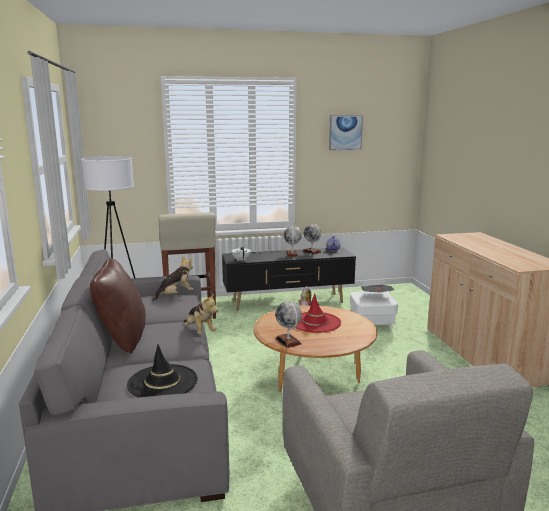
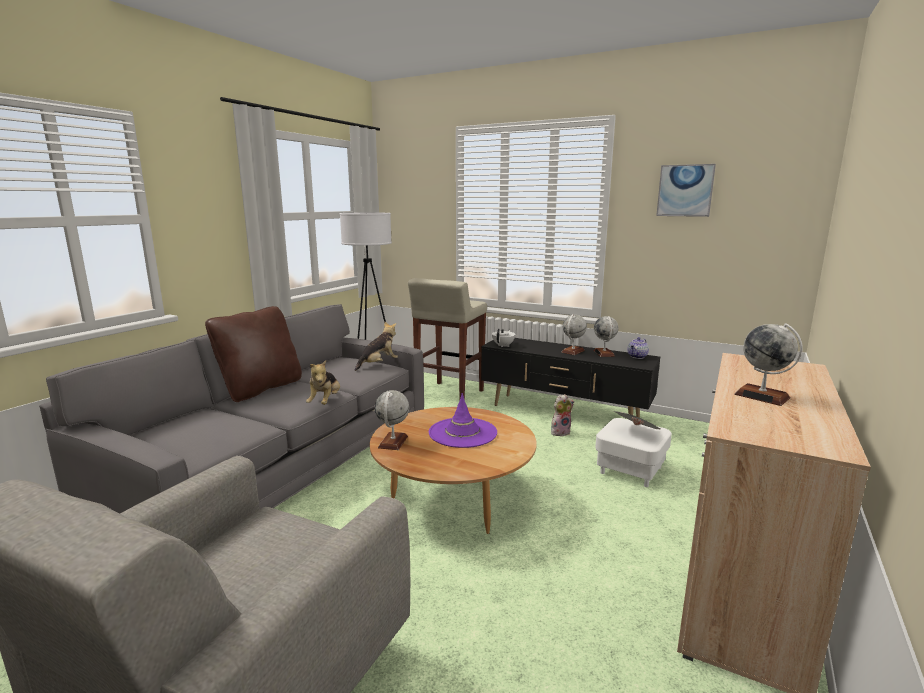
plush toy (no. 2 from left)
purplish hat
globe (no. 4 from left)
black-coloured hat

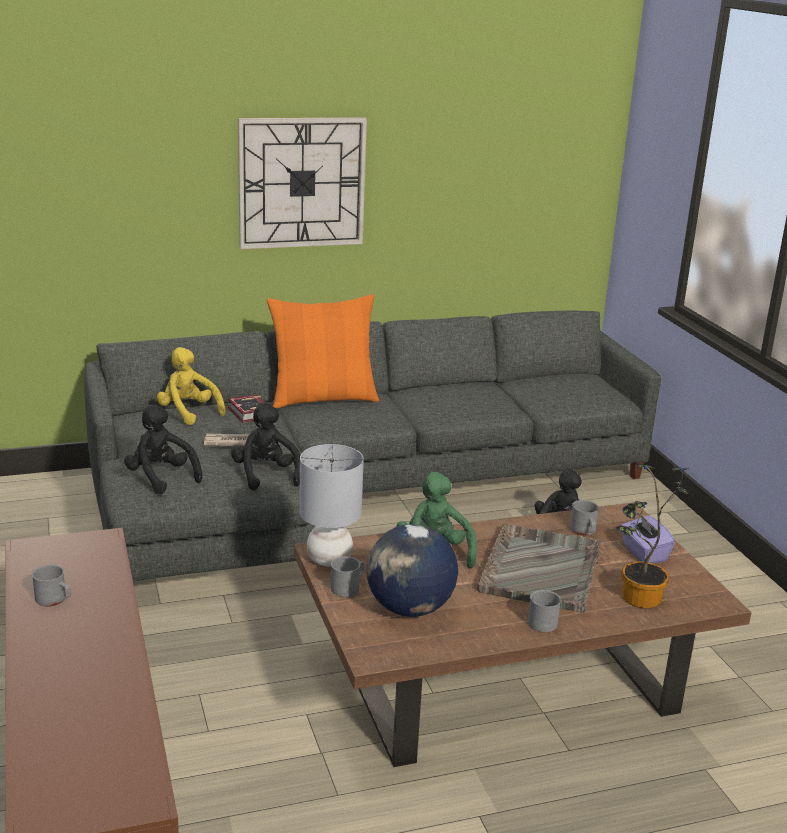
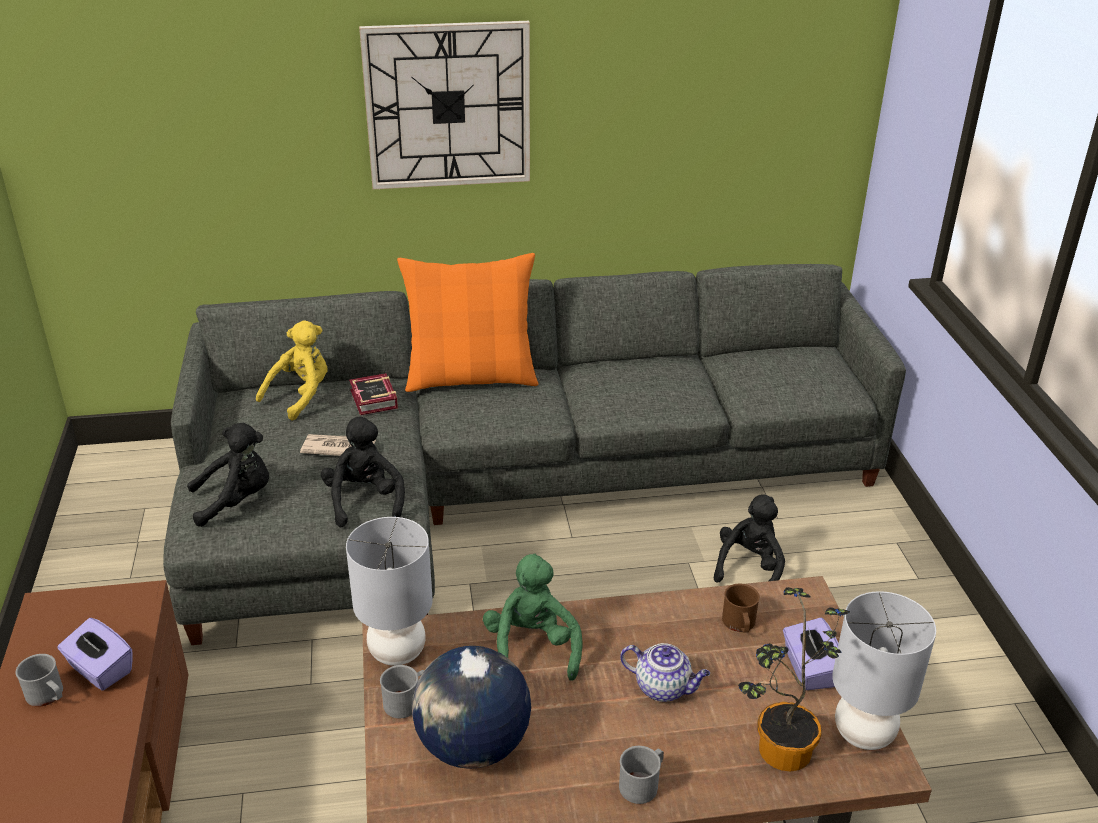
purplish tissue box (no. 1 from left)
black-coloured plush toy (no. 1 from left)
yellowish plush toy
tea pot
brown-coloured tea mug
grey tabletop lamp (no. 2 from left)

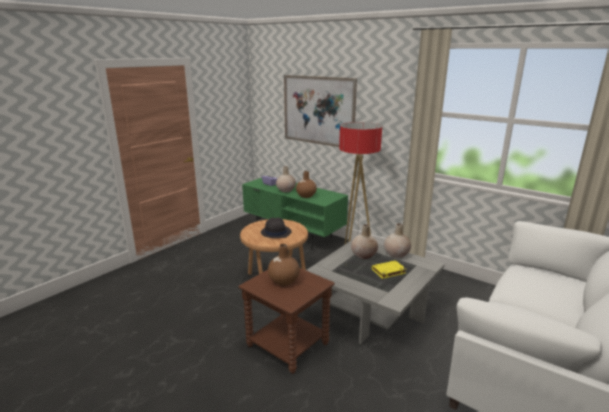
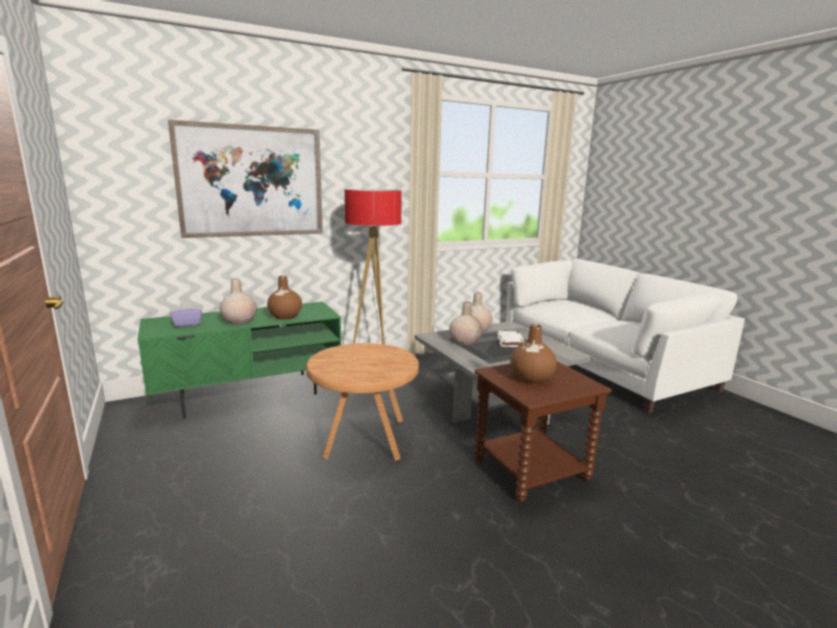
white-coloured volume
black-coloured hat

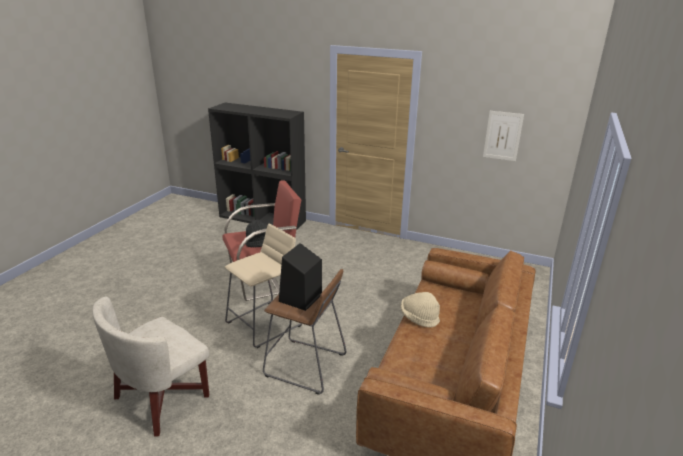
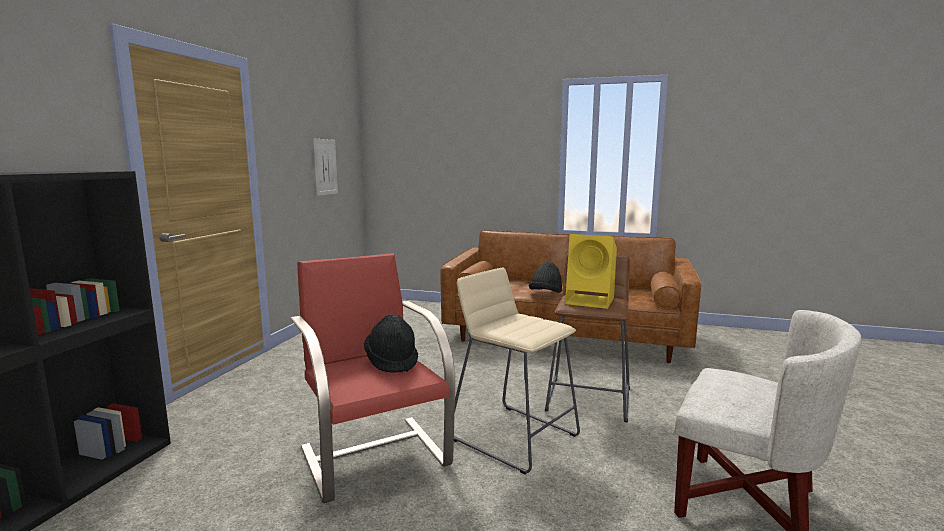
black-coloured hat (no. 2 from left)
yellowish speaker

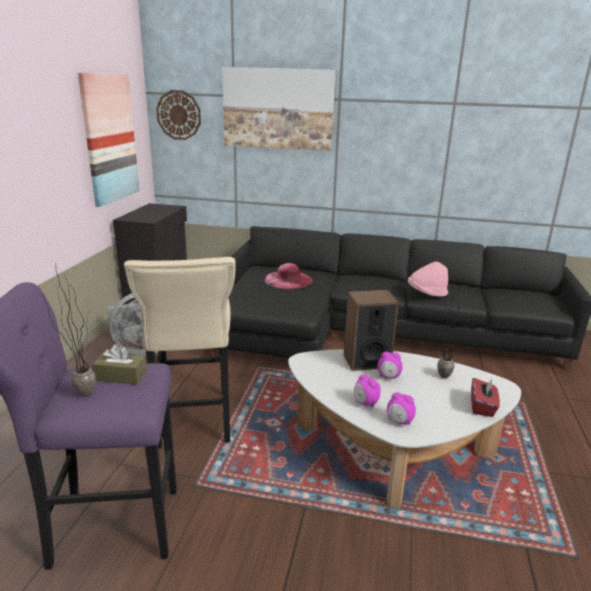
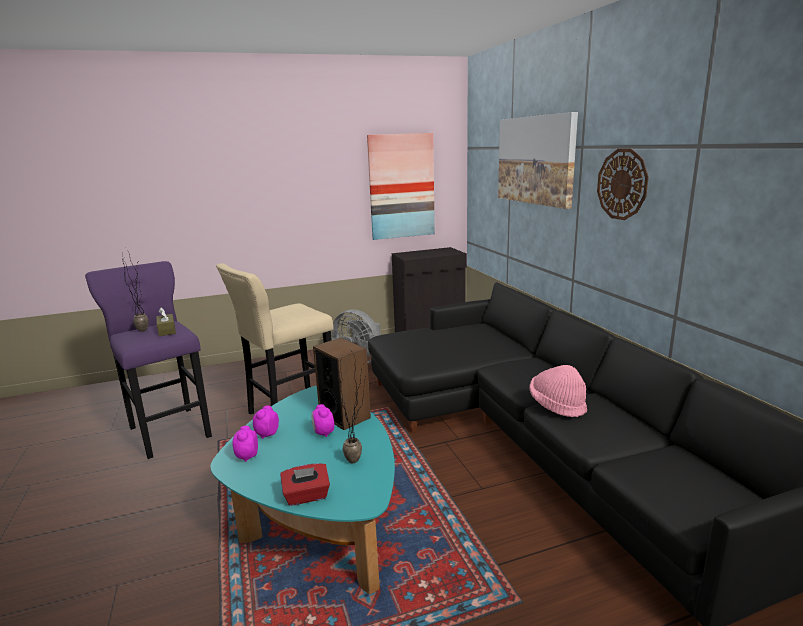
blue-green low table
clock on the wall
pinkish hat (no. 1 from left in the first image)

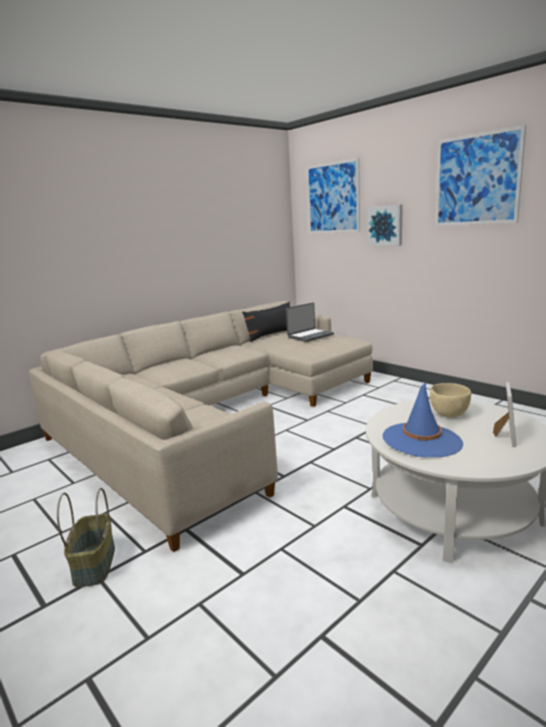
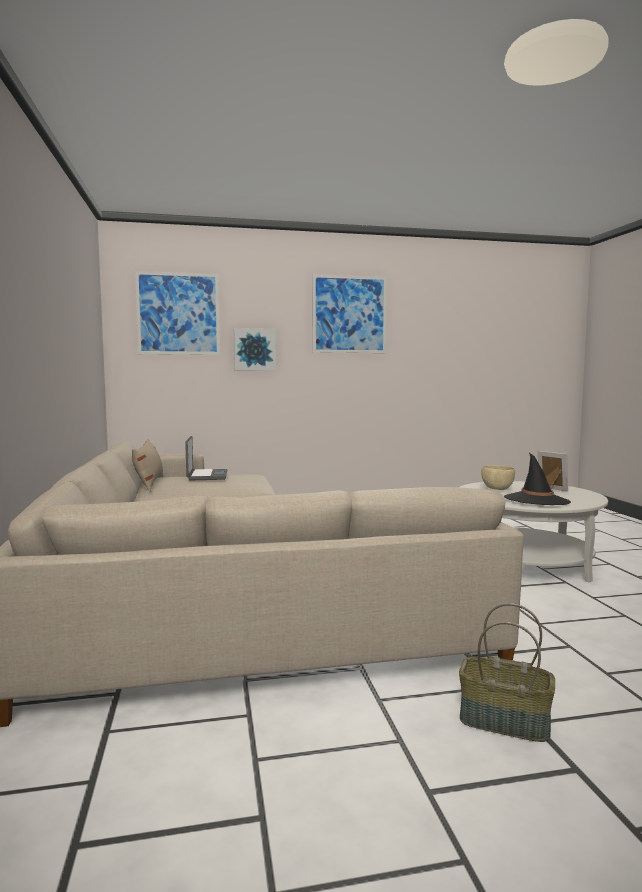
beige cushion
black-coloured hat

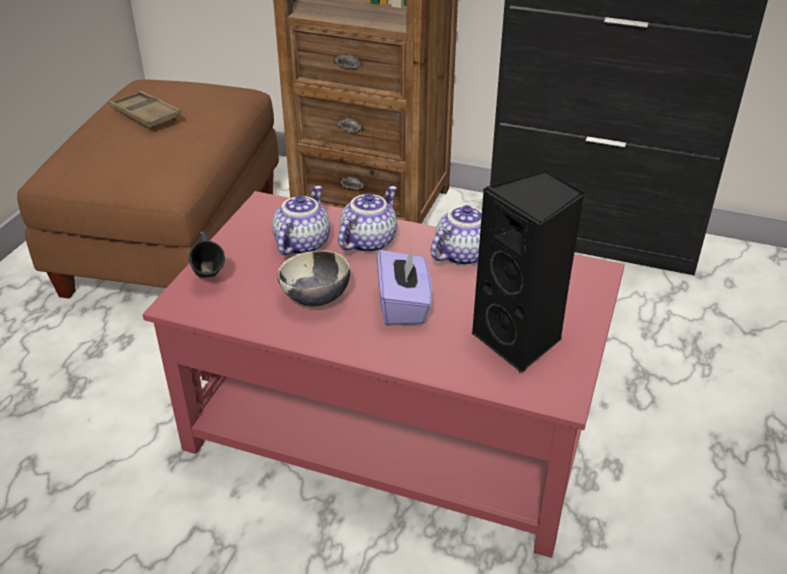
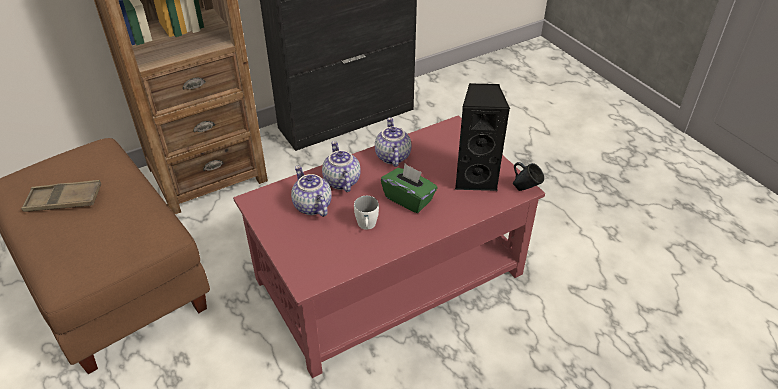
white-coloured tea mug
green-coloured tissue box
blue-coloured tea mug

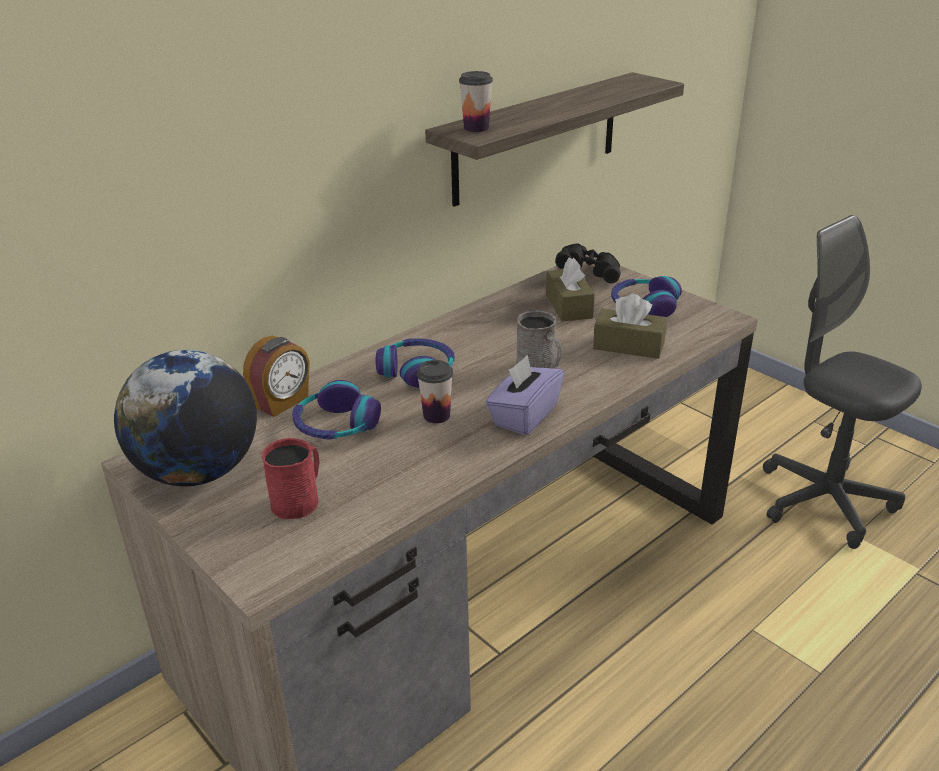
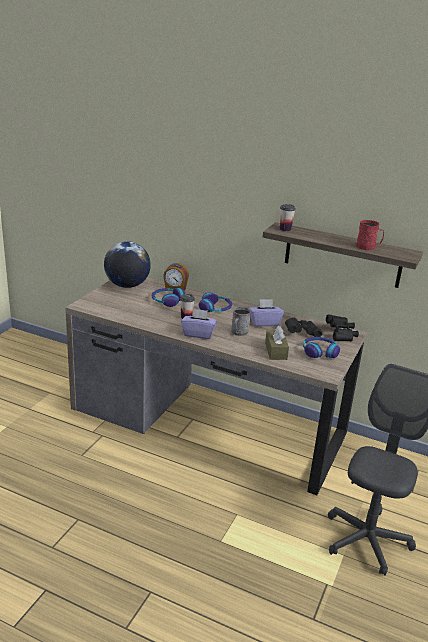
purplish tissue box (no. 2 from left)
black-coloured pair of binoculars (no. 1 from left)
red tea mug

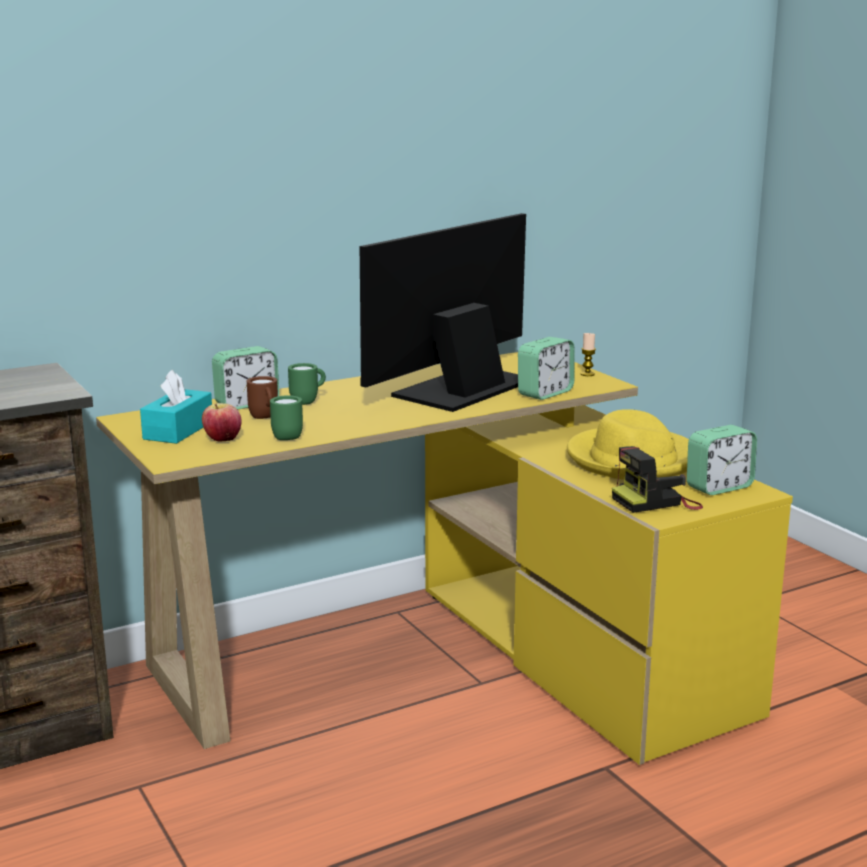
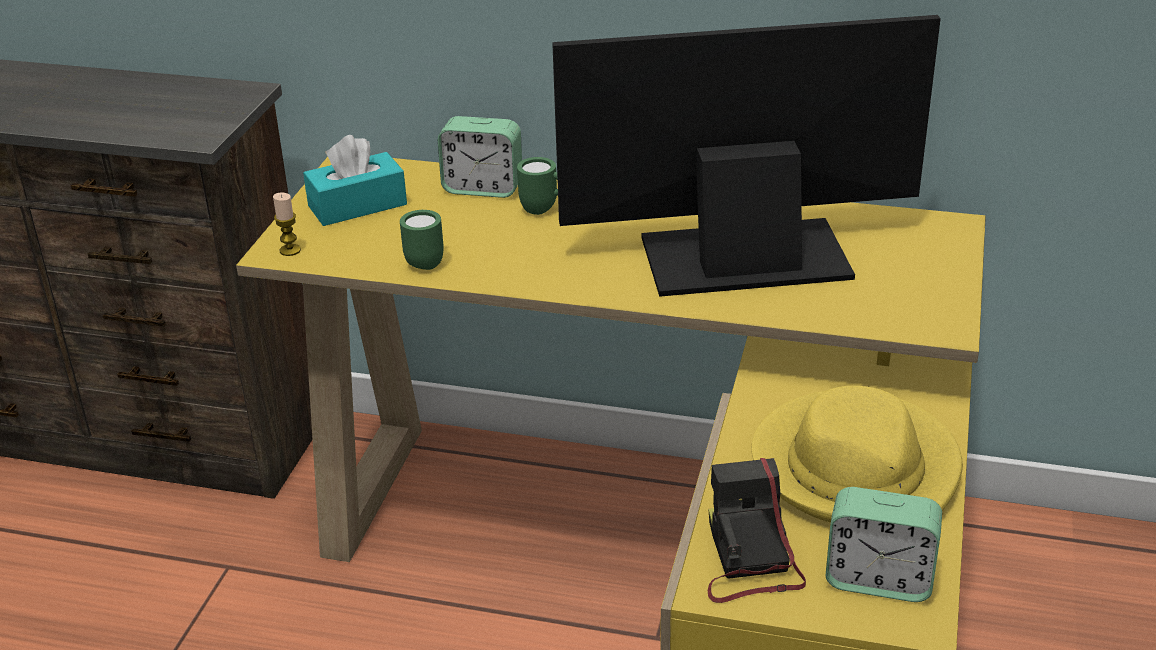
candle
photo camera
whole apple
brown-coloured tea mug
table clock (no. 2 from left in the first image)

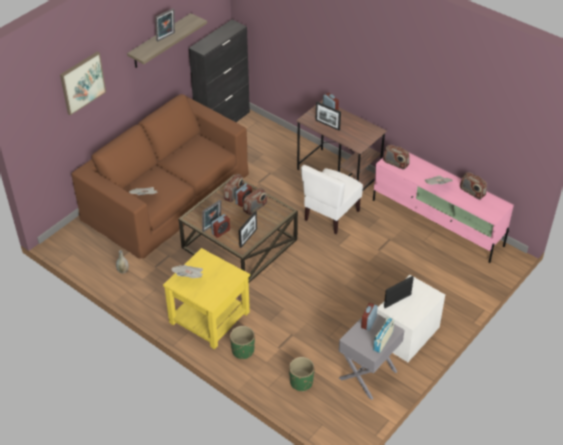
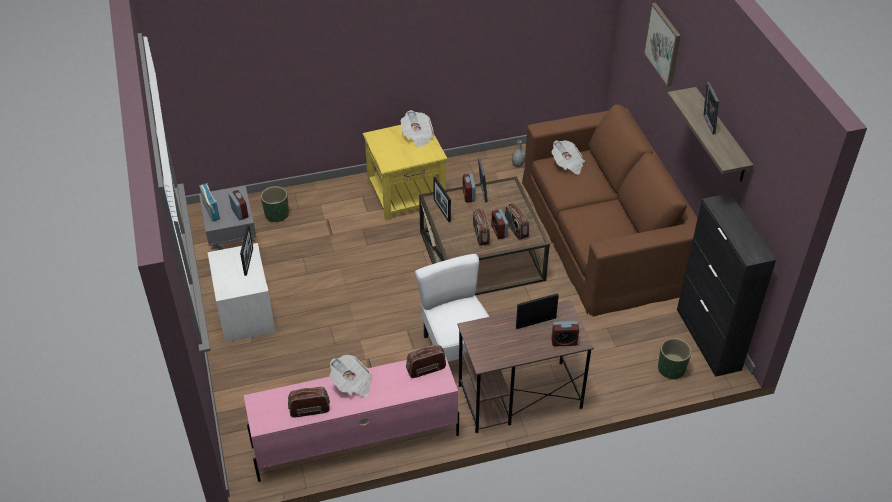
green-coloured planter (no. 2 from left)

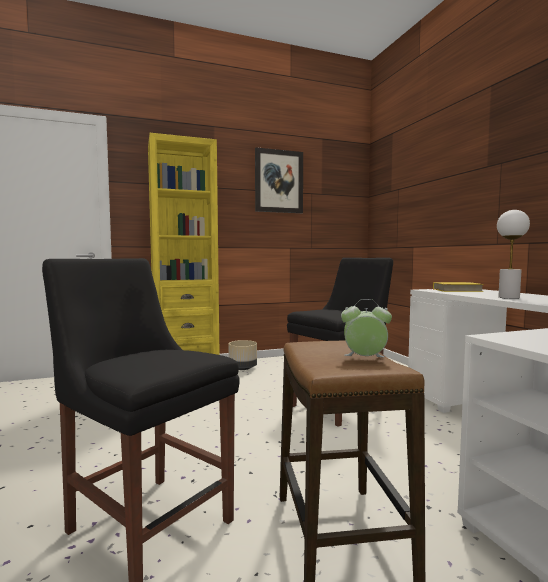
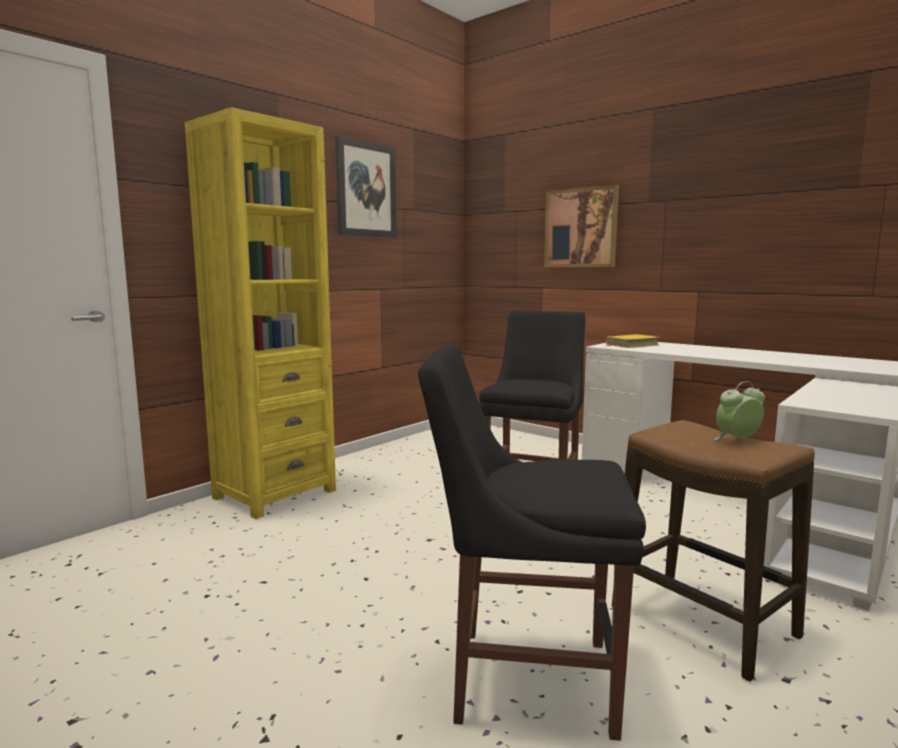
wall art (no. 2 from left)
beige planter
white-coloured tabletop lamp

